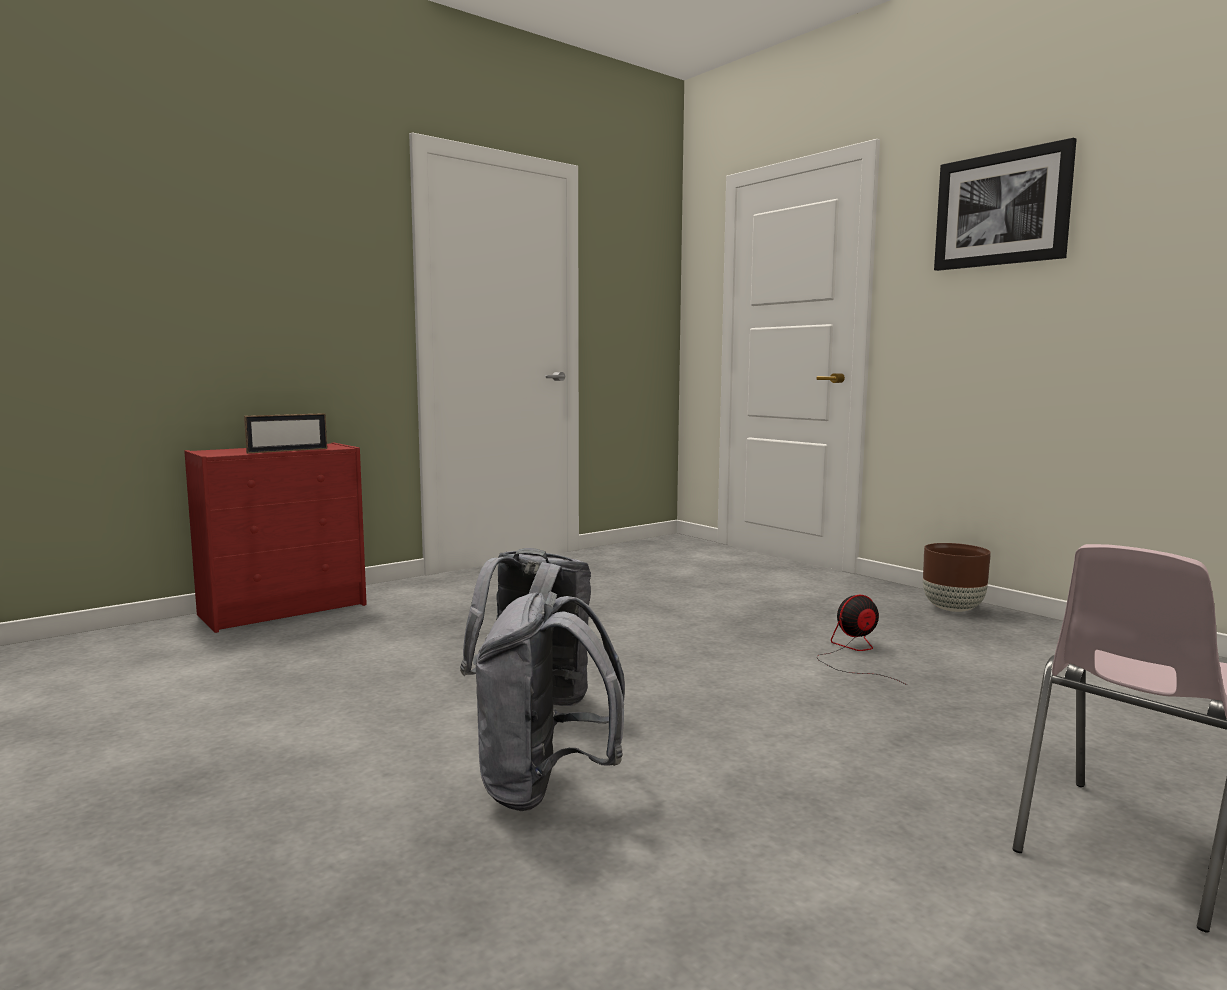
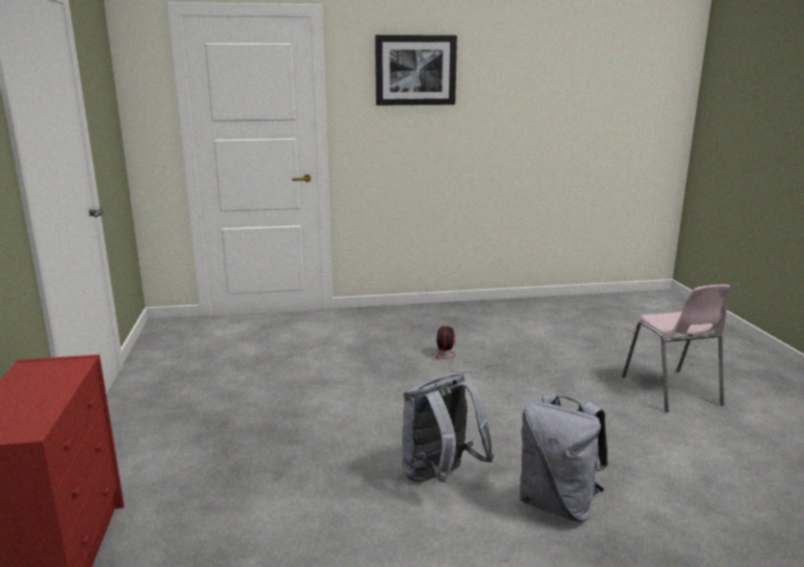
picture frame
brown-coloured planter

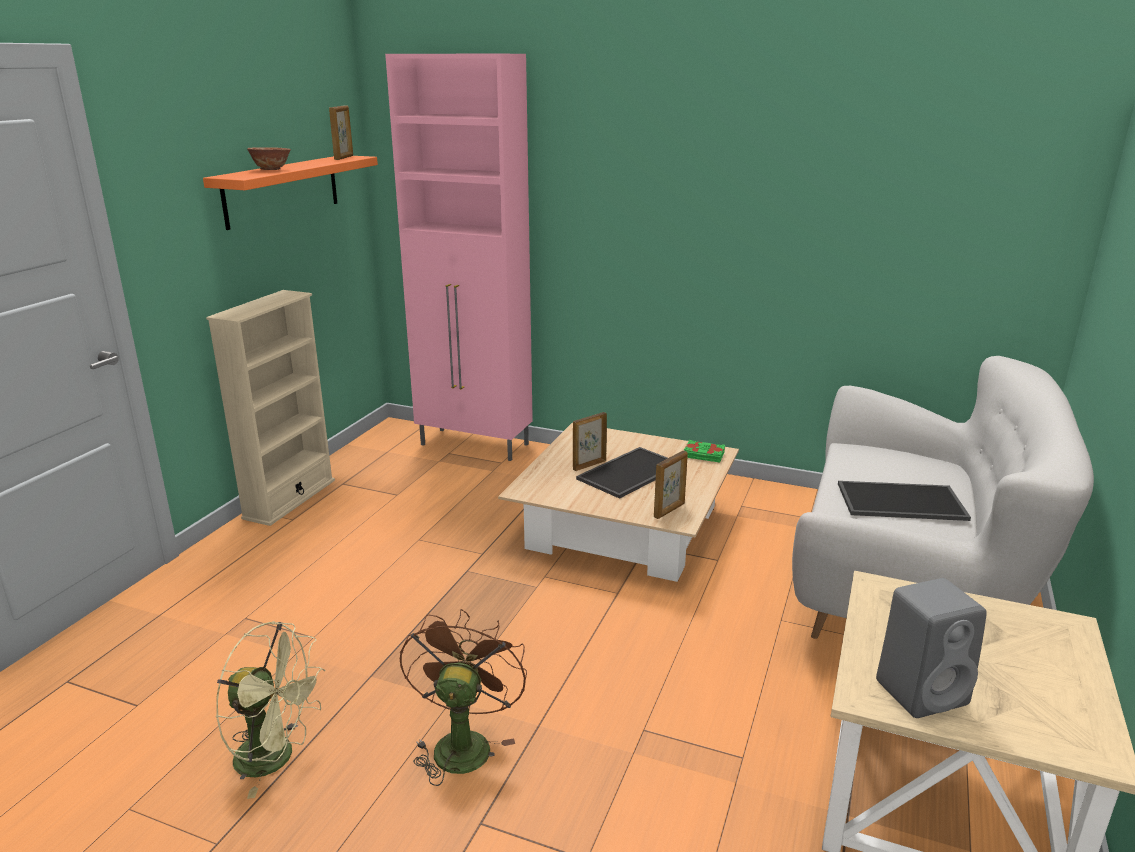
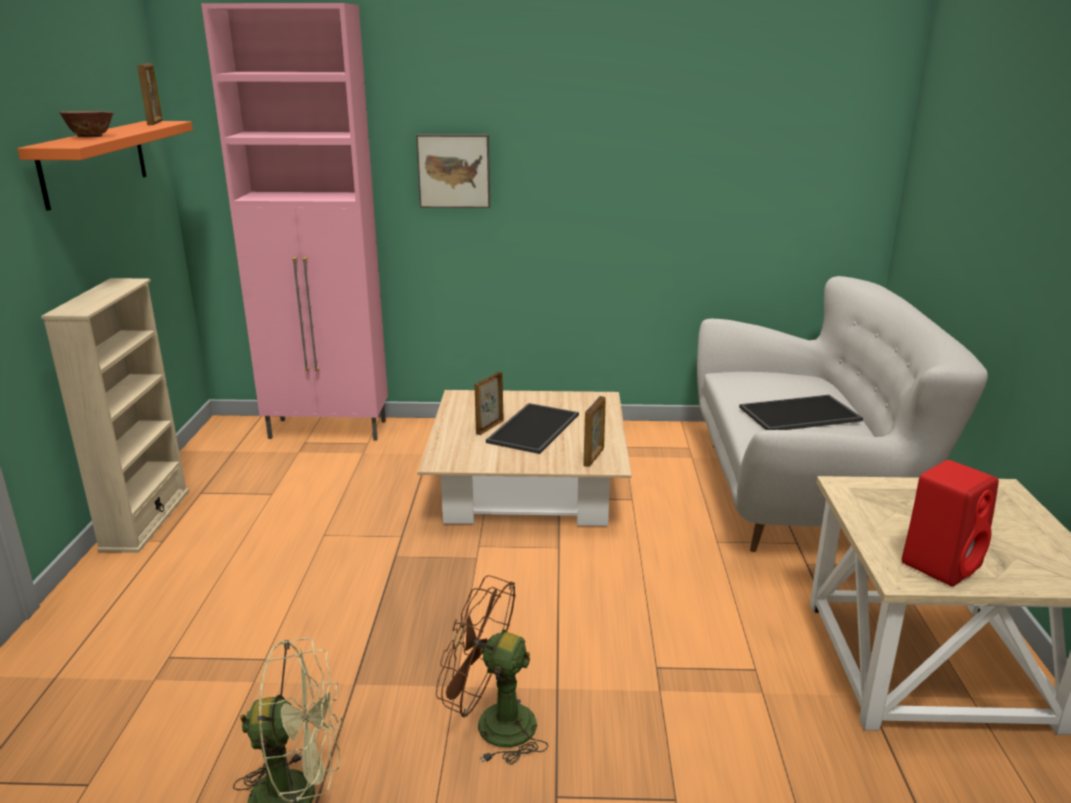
wall art
brown-coloured electric fan
red speaker
green-coloured volume

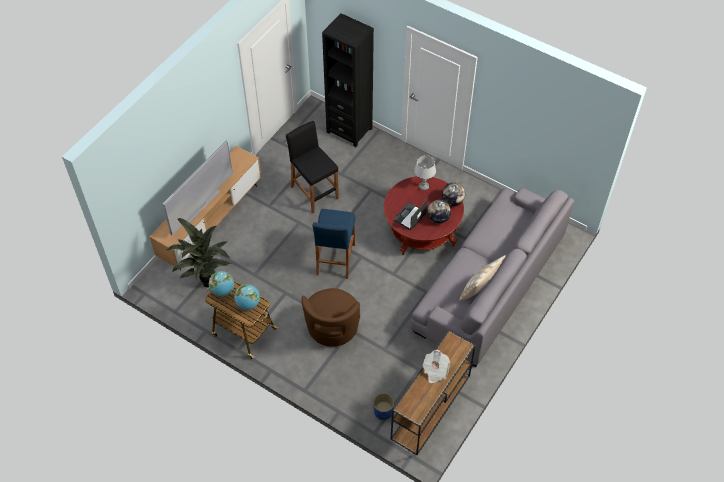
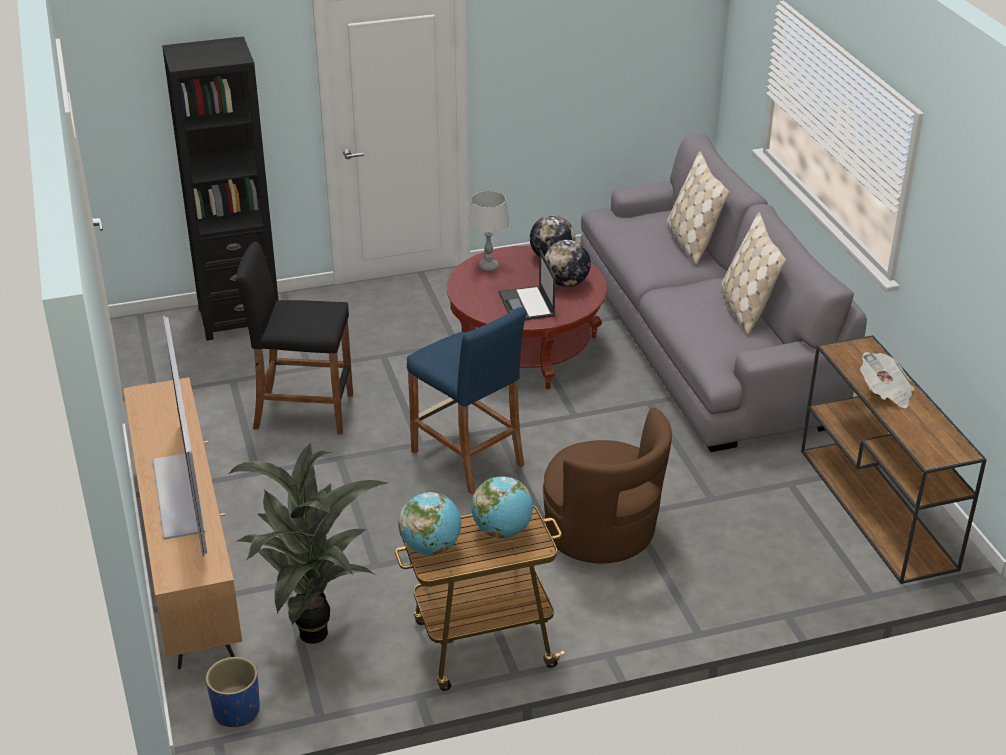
blue-coloured planter
beige cushion (no. 1 from left)

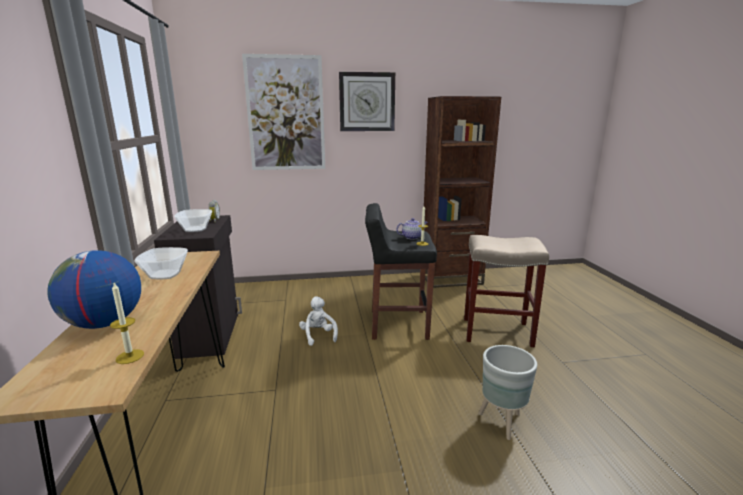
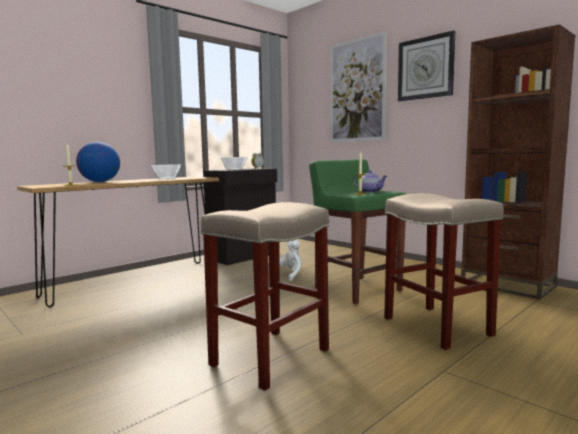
beige stool seat (no. 1 from left)
green-coloured stool seat

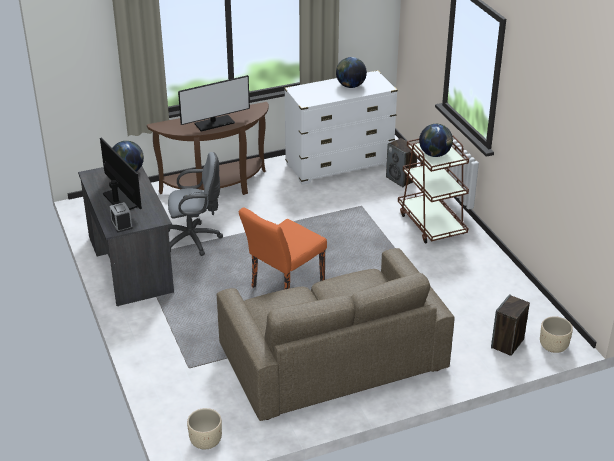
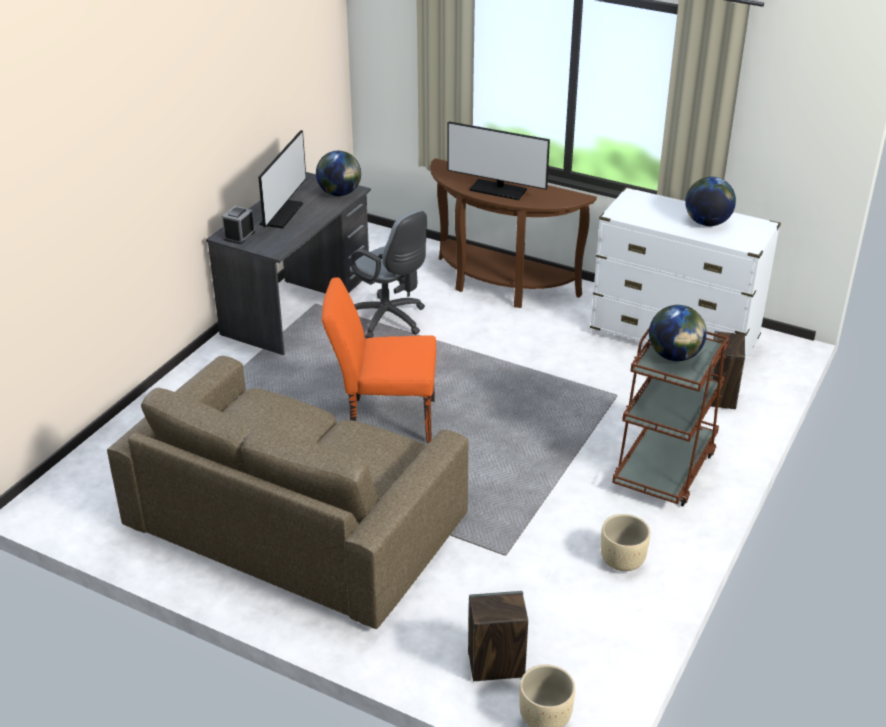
beige planter (no. 2 from left)

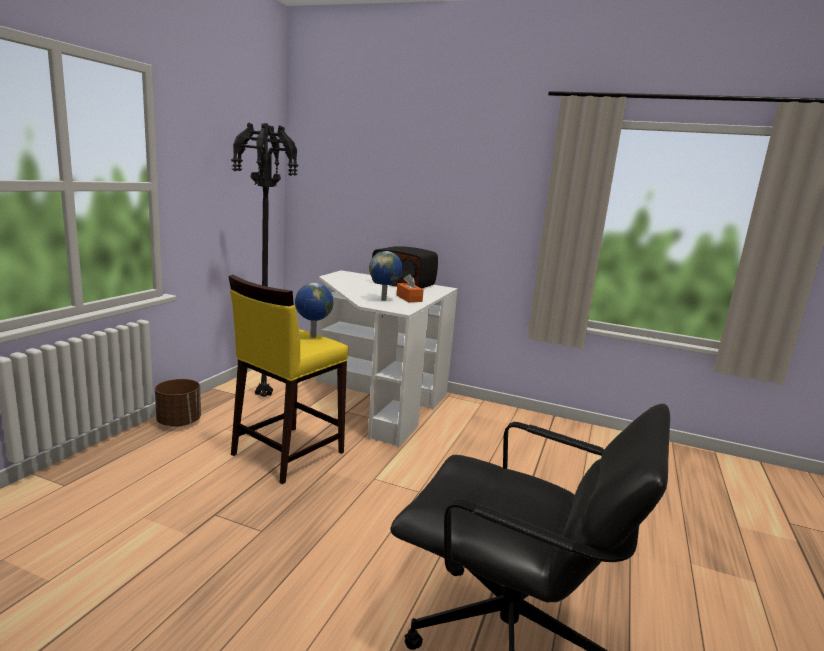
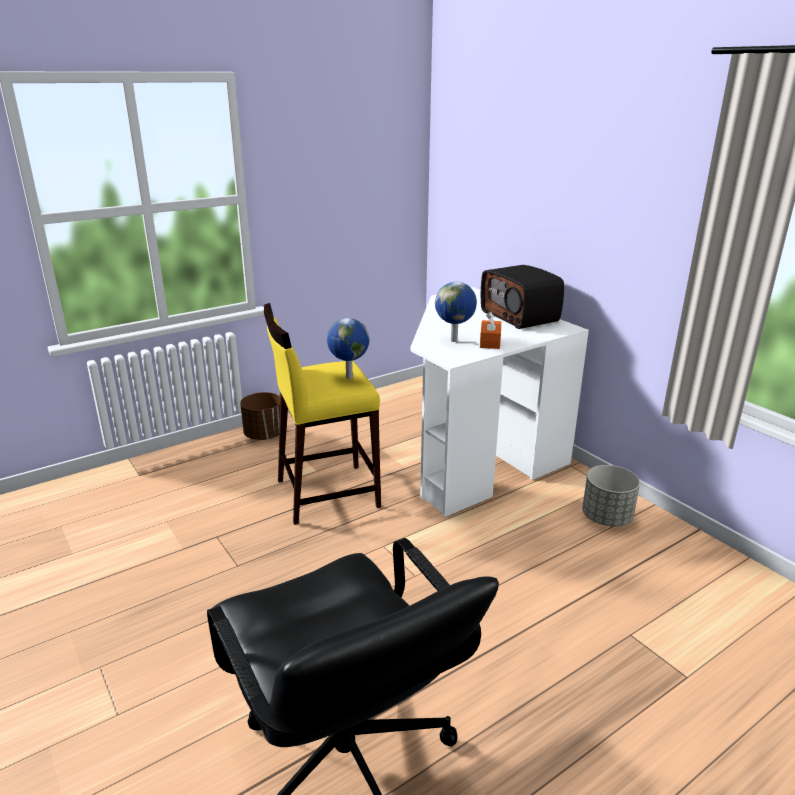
grey planter
black-coloured standing lamp

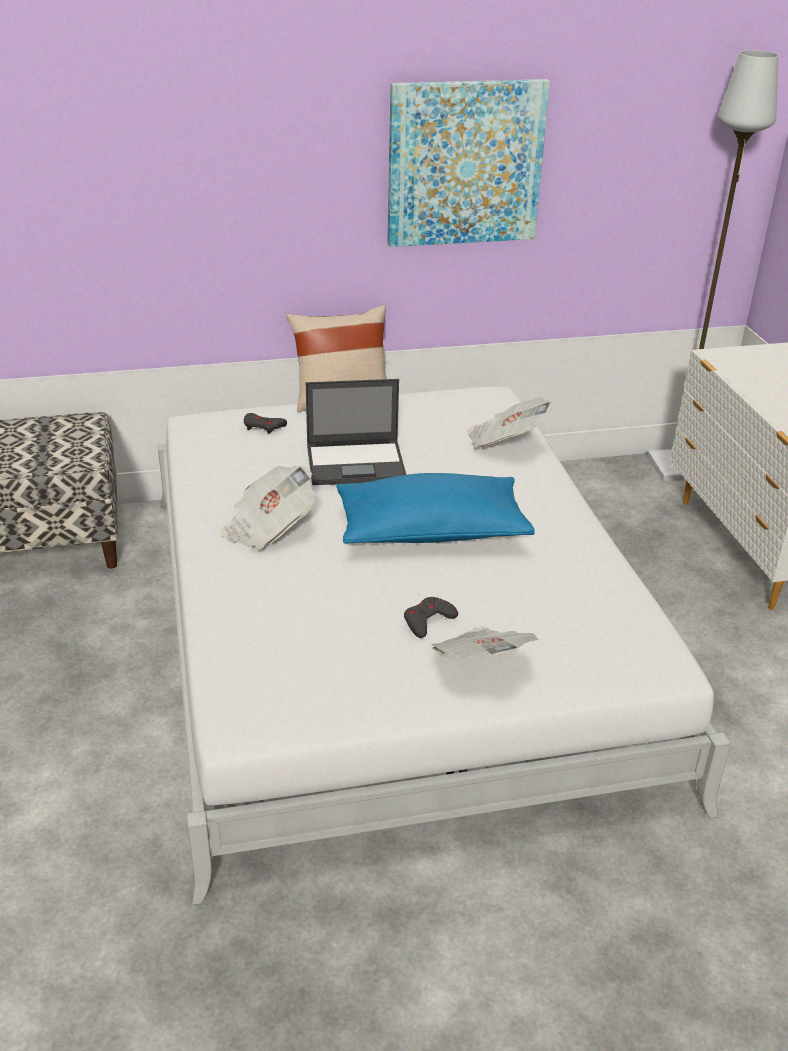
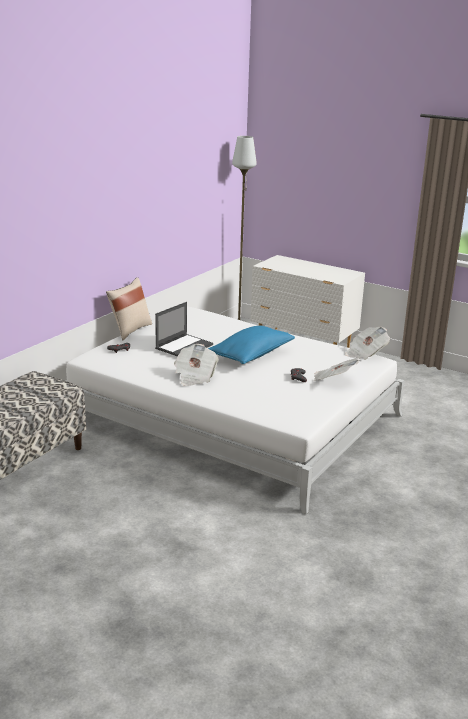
daily paper (no. 3 from left)
wall art

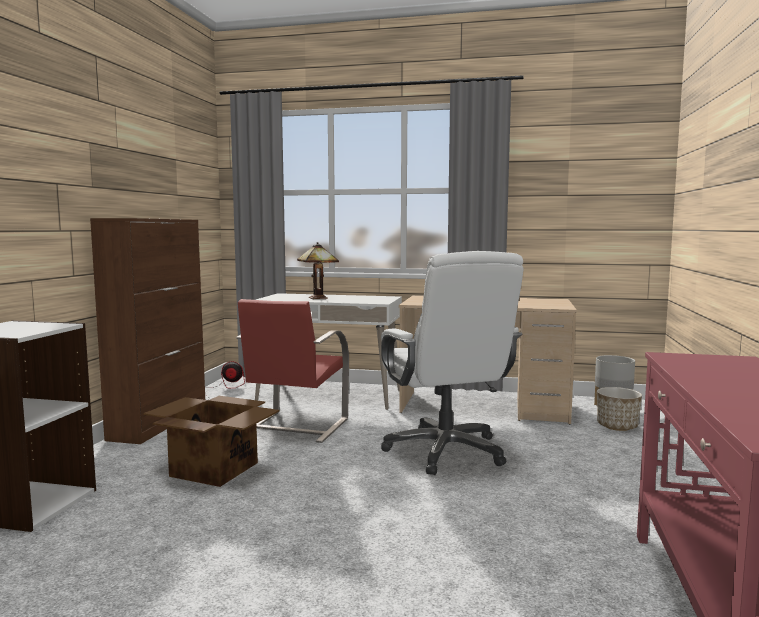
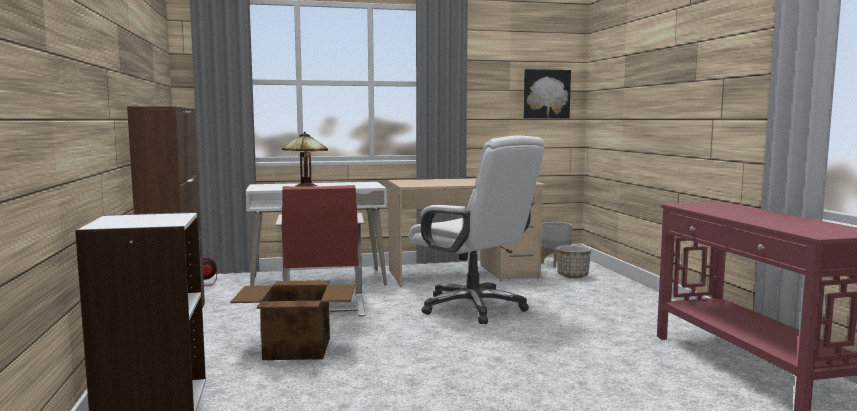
wall art

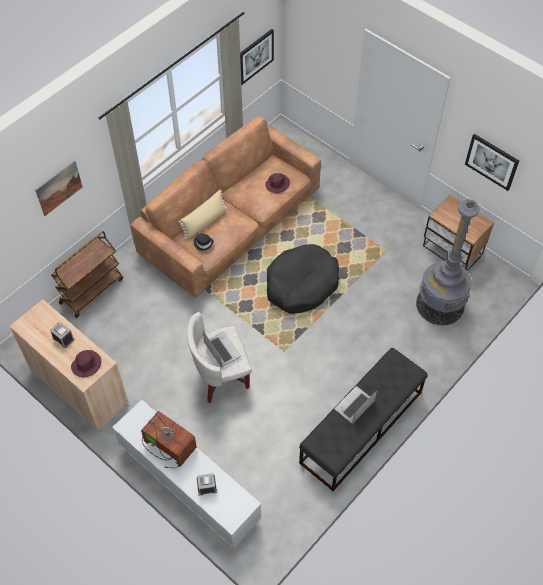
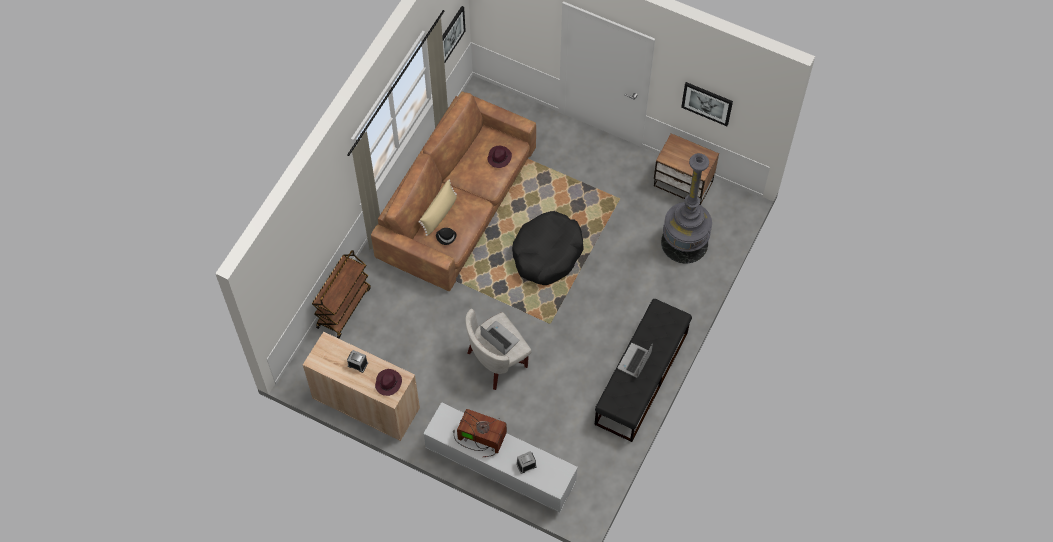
wall art (no. 1 from left in the first image)

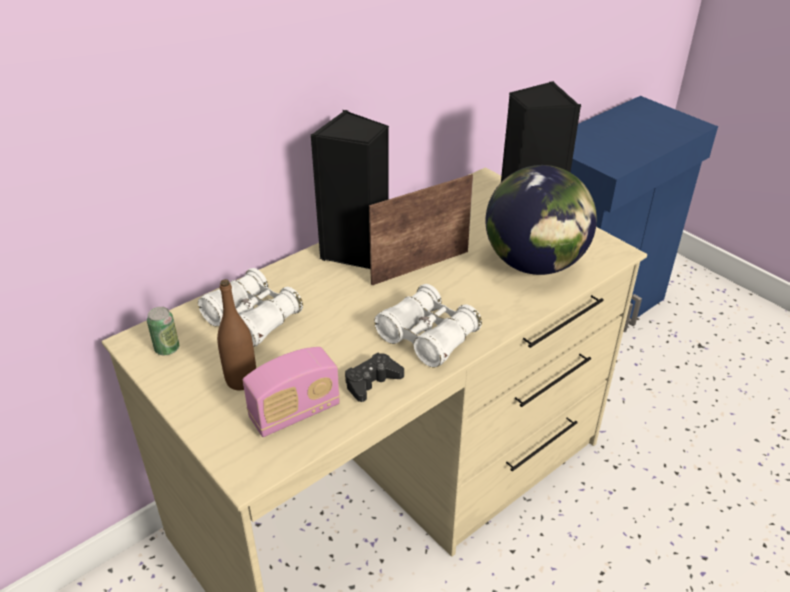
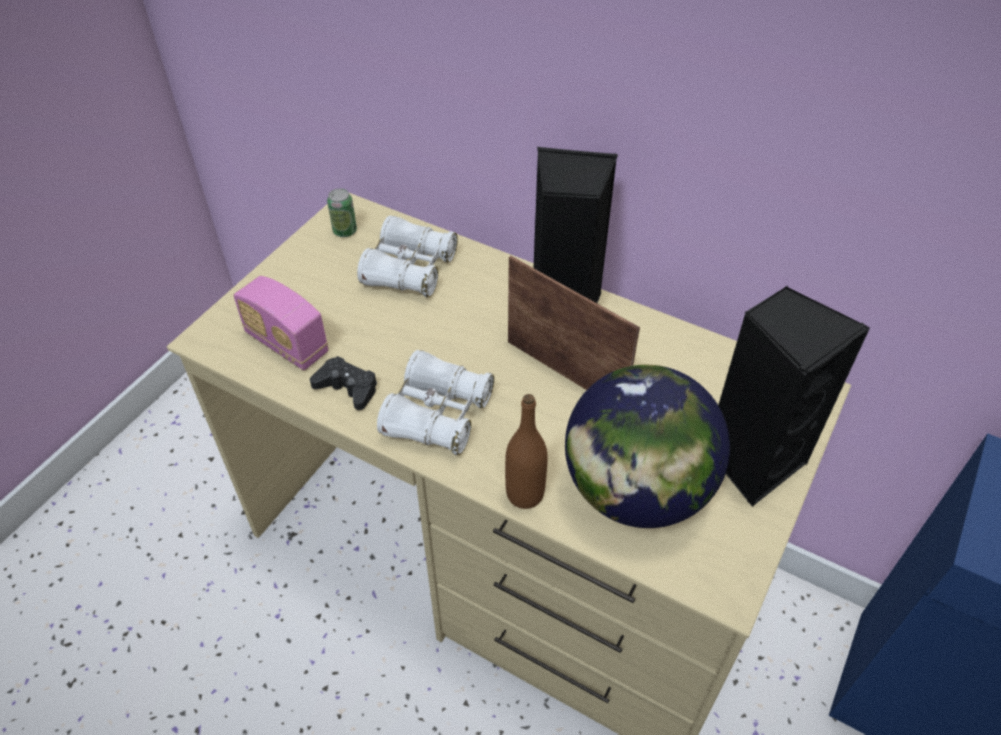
brown-coloured beverage bottle

